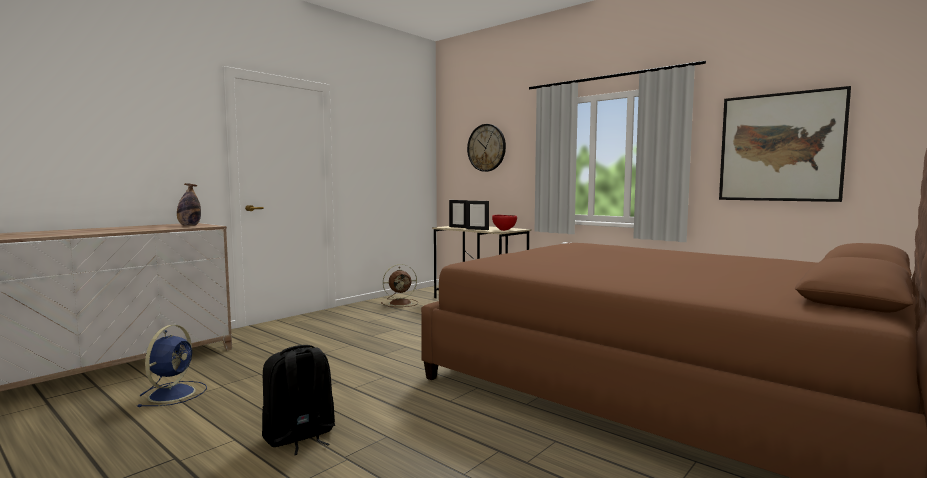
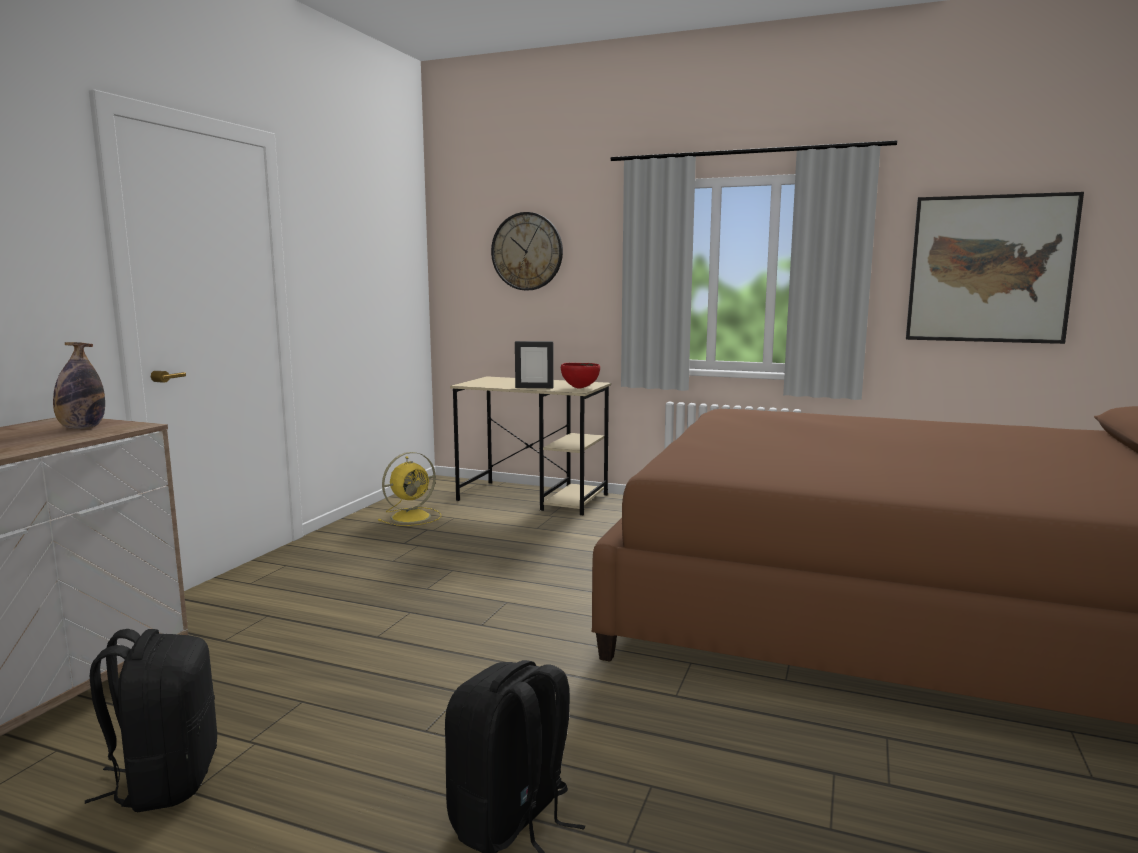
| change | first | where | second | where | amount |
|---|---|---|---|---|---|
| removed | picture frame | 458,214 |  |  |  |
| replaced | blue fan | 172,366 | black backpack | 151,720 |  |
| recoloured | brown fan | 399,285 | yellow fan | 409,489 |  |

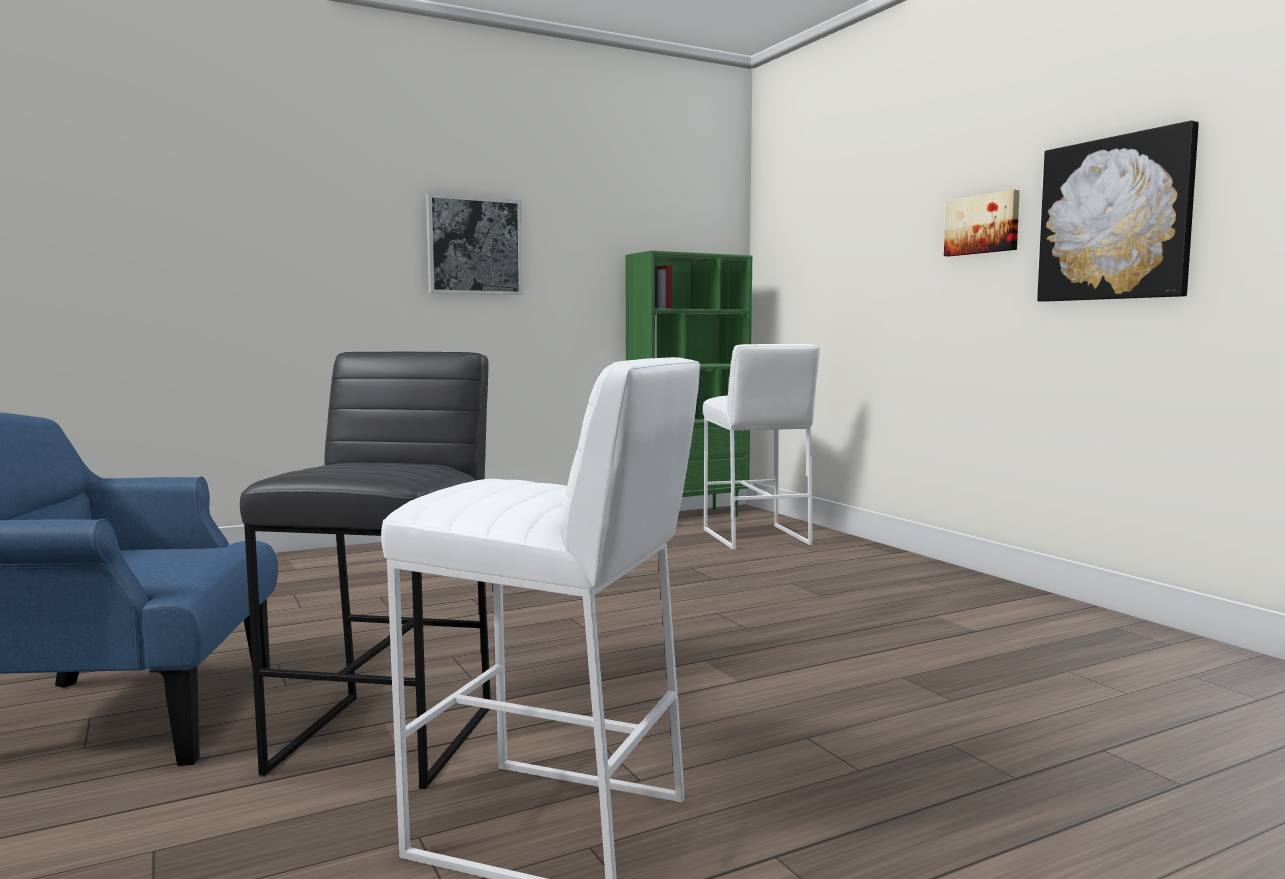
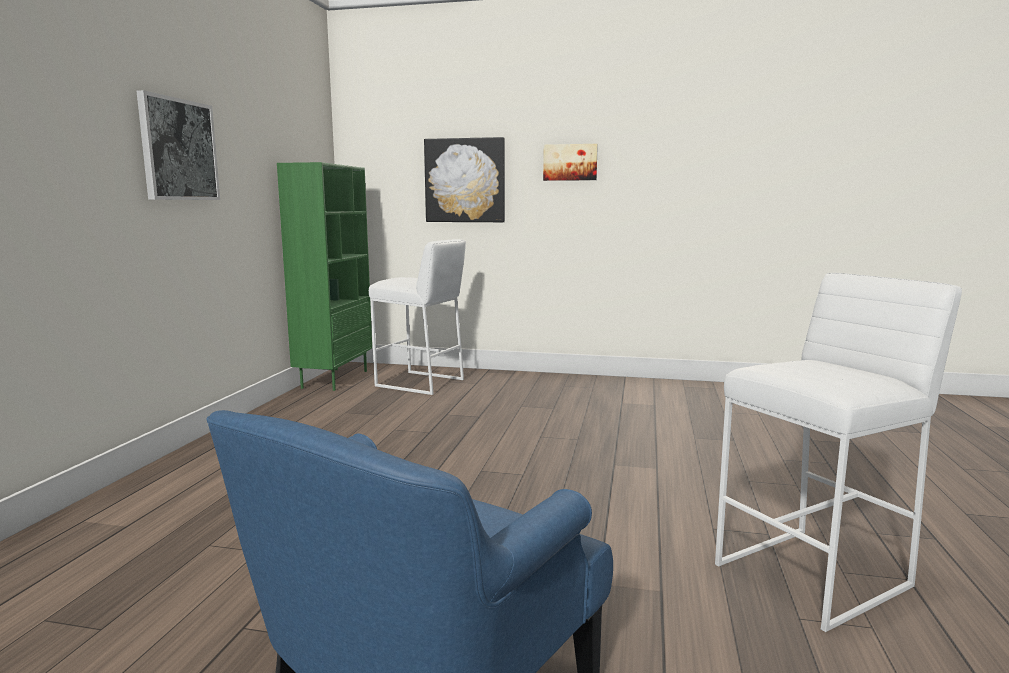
| change | first | where | second | where | amount |
|---|---|---|---|---|---|
| removed | grey stool | 365,570 |  |  |  |
| moved | picture | 1118,211 |  | 464,179 |  |

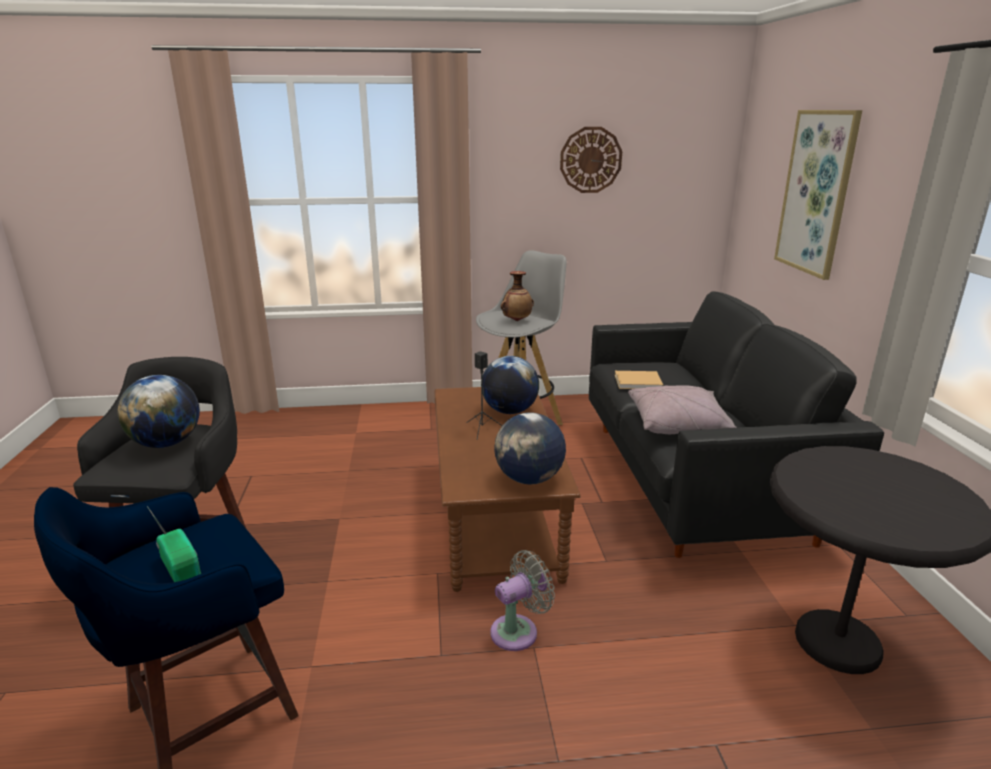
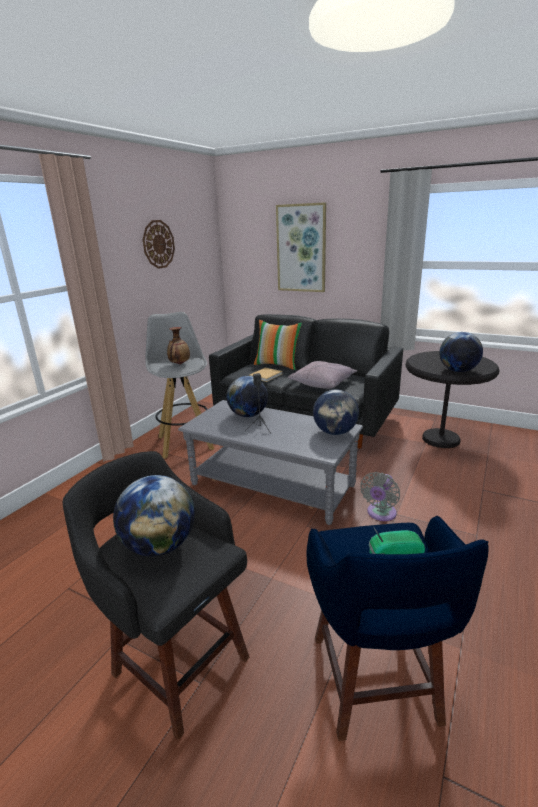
| change | first | where | second | where | amount |
|---|---|---|---|---|---|
| added |  |  | pillow | 278,345 |  |
| added |  |  | globe | 461,352 |  |
| recoloured | brown coffee table | 507,489 | grey coffee table | 270,462 |  |
| turned | grey fan | 522,600 |  | 380,496 | 150 degrees counterclockwise |

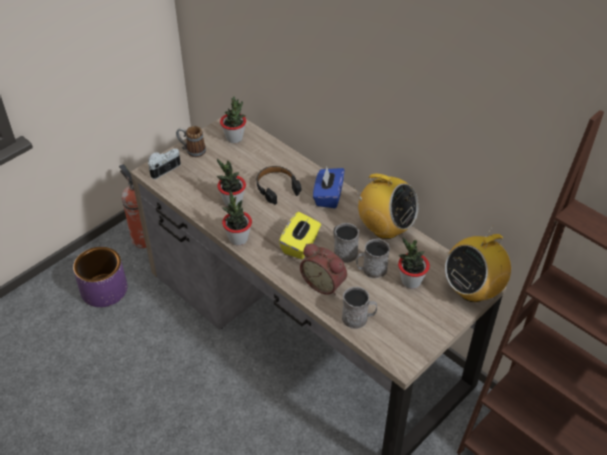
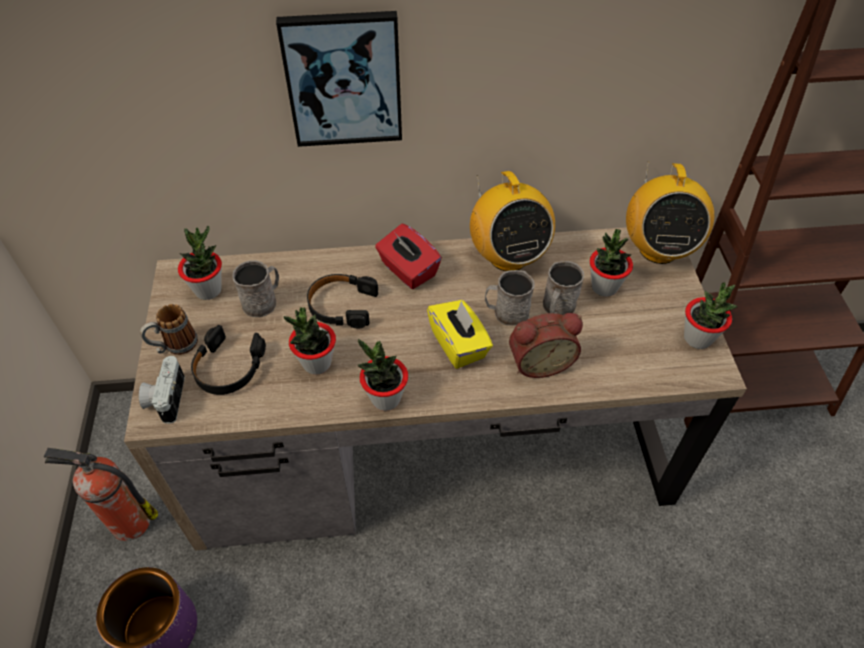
| change | first | where | second | where | amount |
|---|---|---|---|---|---|
| added |  |  | black headphones | 228,360 |  |
| added |  |  | picture | 339,79 |  |
| added |  |  | potted plant | 711,316 |  |
| moved | grey mug | 359,308 |  | 255,288 |  |
| recoloured | blue tissue box | 328,187 | red tissue box | 408,256 |  |
| turned | radio | 386,206 |  | 512,221 | 90 degrees clockwise |

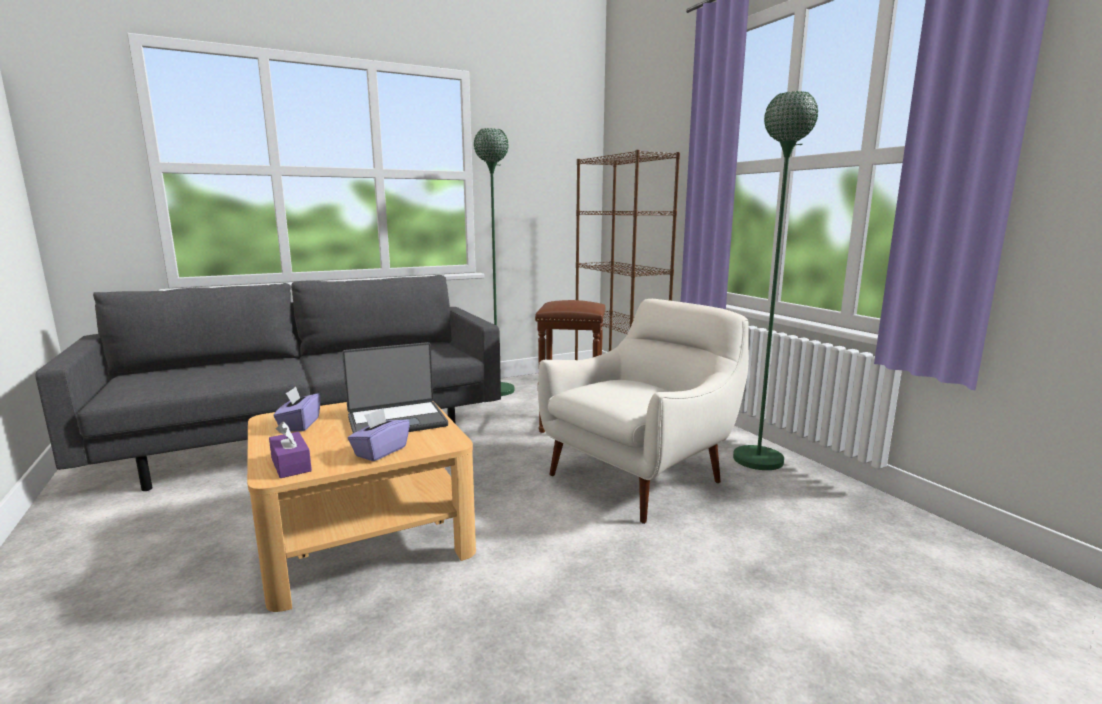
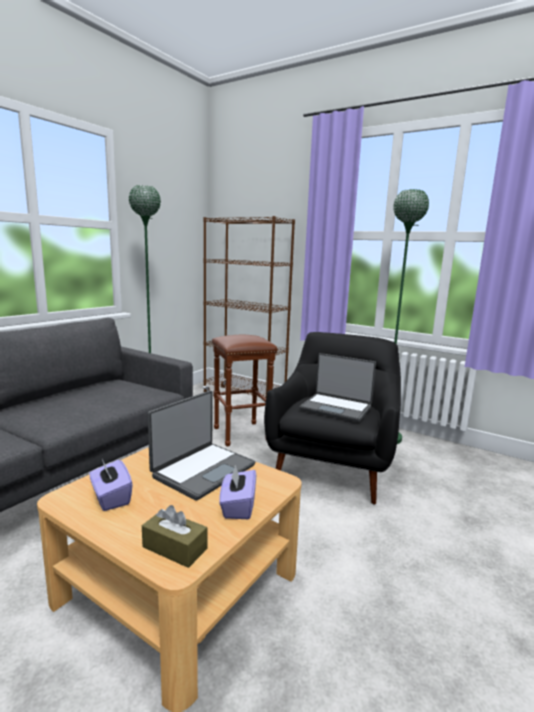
| change | first | where | second | where | amount |
|---|---|---|---|---|---|
| added |  |  | laptop | 338,387 |  |
| recoloured | purple tissue box | 290,450 | brown tissue box | 174,536 |  |
| recoloured | white armchair | 643,411 | black armchair | 332,418 |  |

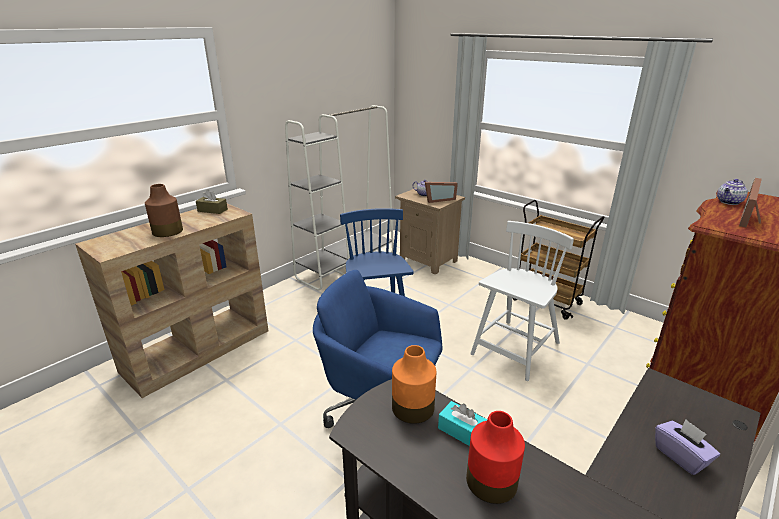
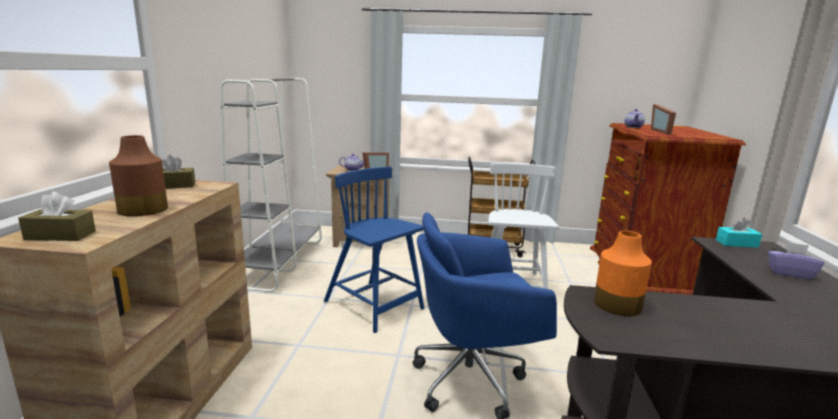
| change | first | where | second | where | amount |
|---|---|---|---|---|---|
| removed | red vase | 495,457 |  |  |  |
| added |  |  | brown tissue box | 57,216 |  |
| moved | turquoise tissue box | 462,423 |  | 739,233 |  |

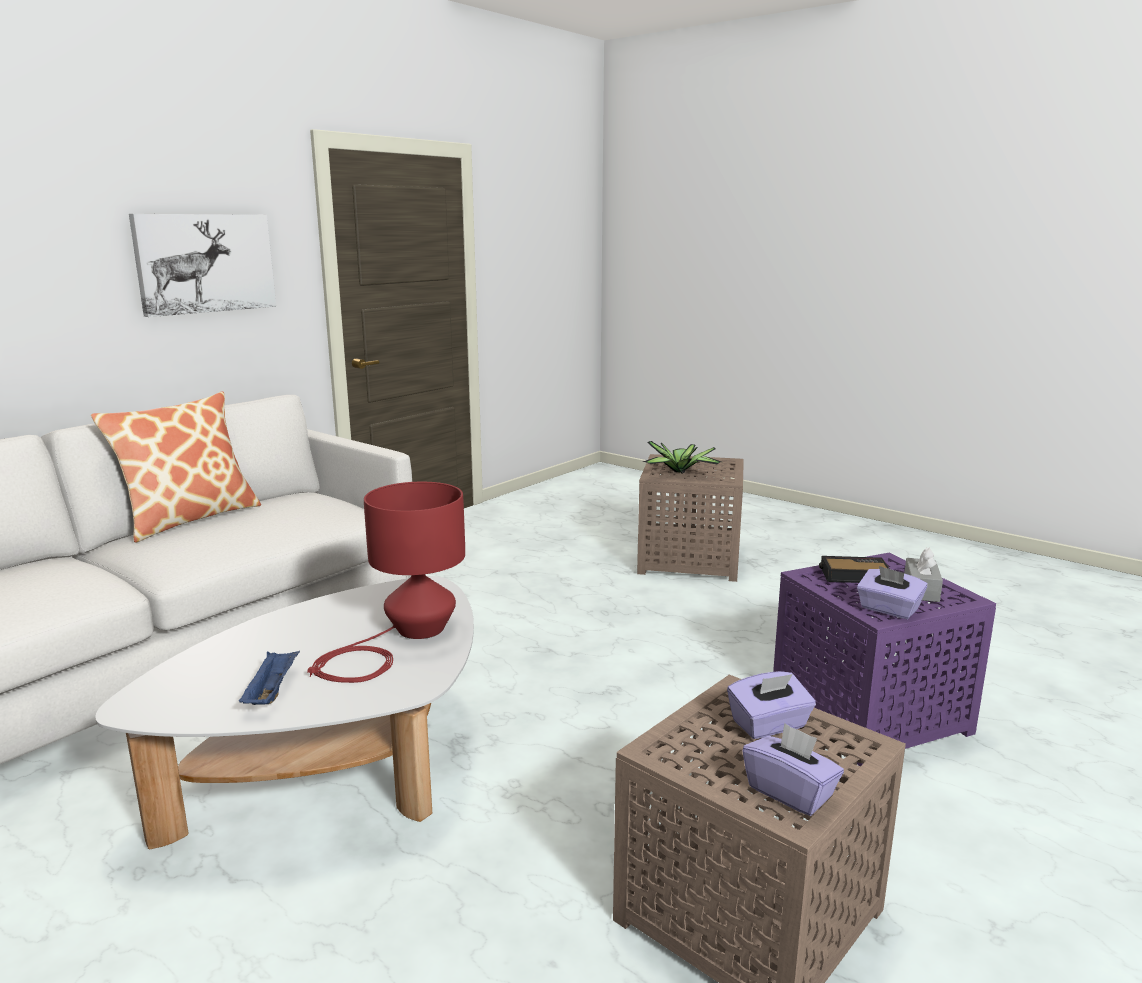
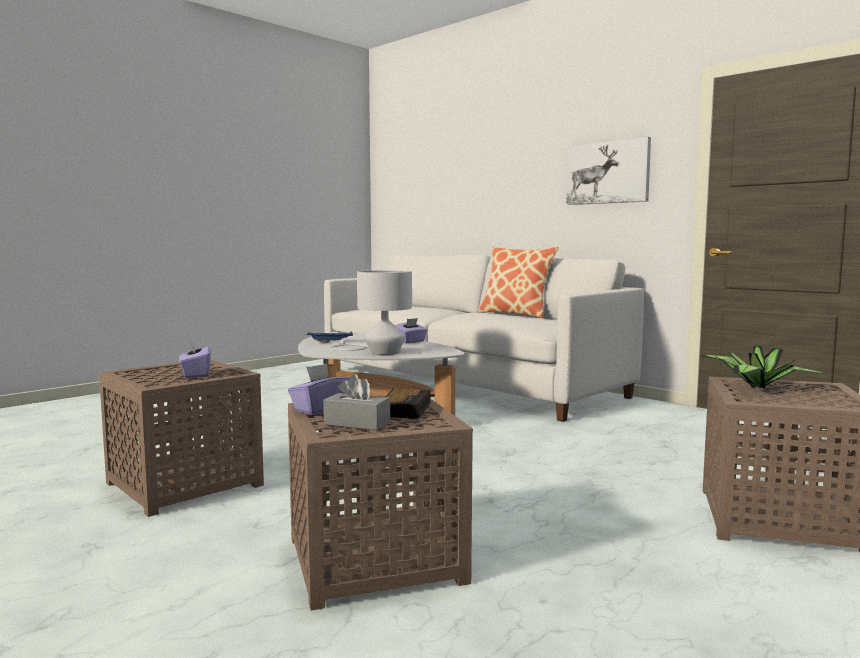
| change | first | where | second | where | amount |
|---|---|---|---|---|---|
| moved | purple tissue box | 793,769 |  | 411,330 |  |
| recoloured | red table lamp | 386,582 | grey table lamp | 371,312 |  |
| recoloured | purple side table | 884,659 | brown side table | 380,503 |  |

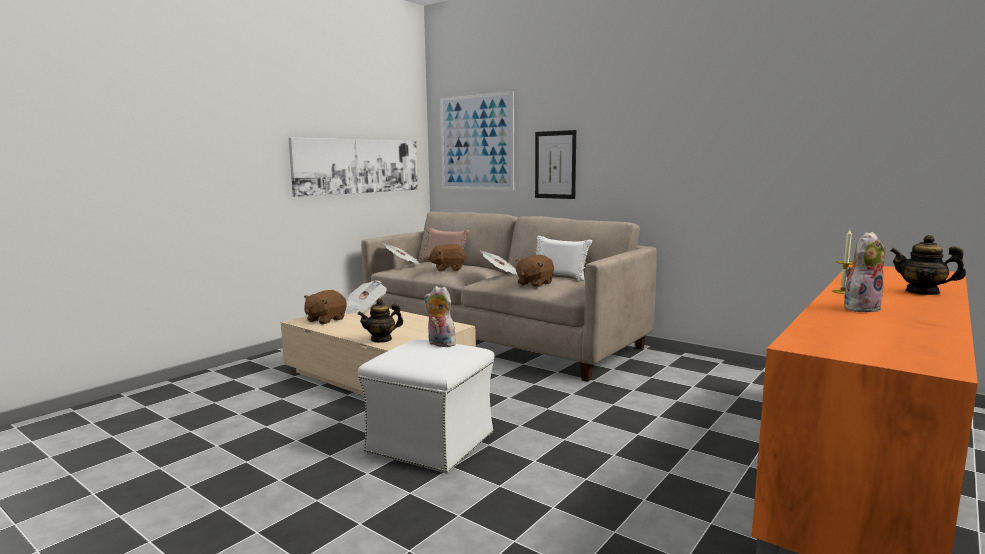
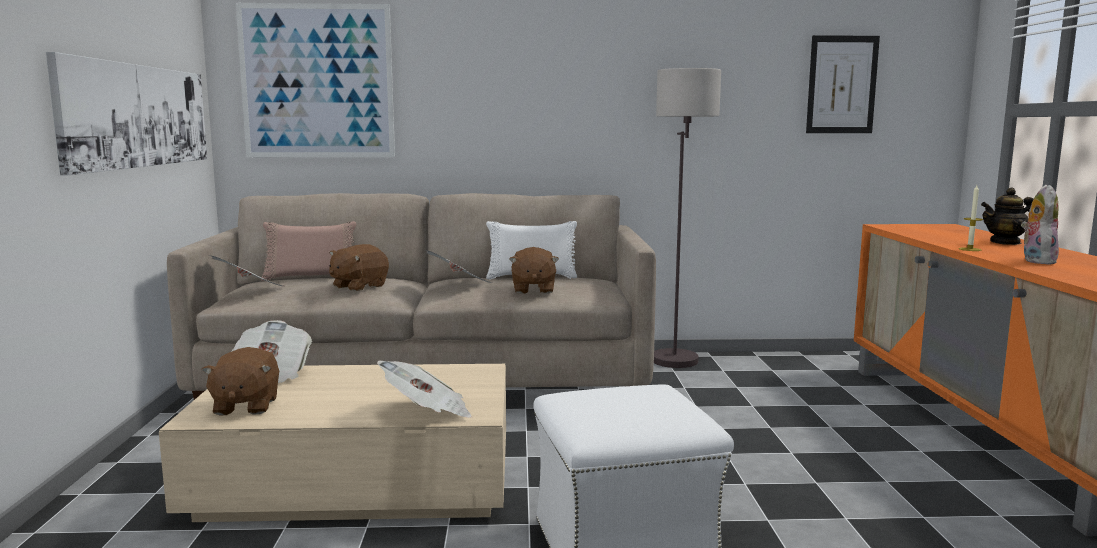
| change | first | where | second | where | amount |
|---|---|---|---|---|---|
| removed | plush toy | 440,316 |  |  |  |
| added |  |  | grey floor lamp | 687,218 |  |
| moved | picture | 555,164 |  | 843,84 |  |
| replaced | teapot | 380,320 | newspaper | 424,389 |  |

